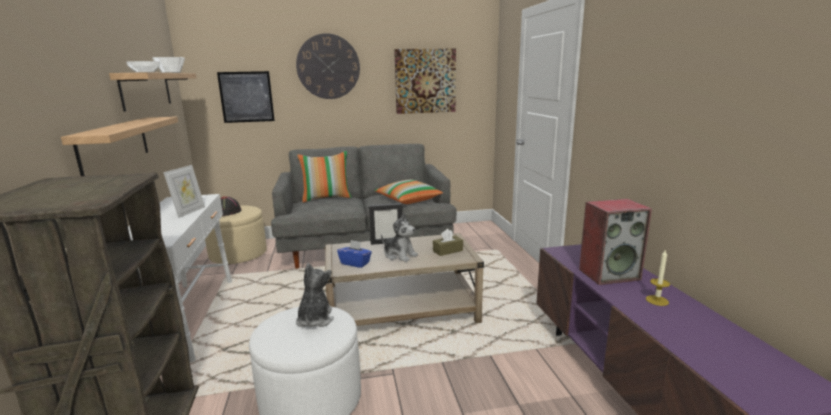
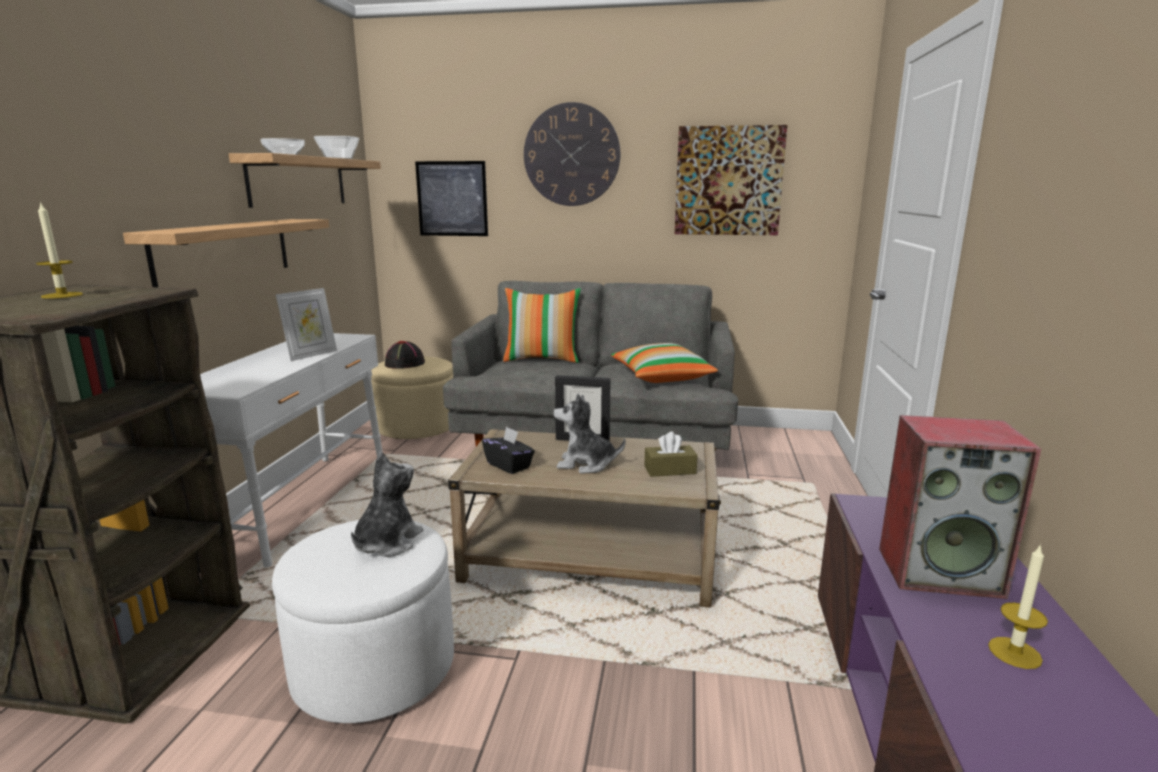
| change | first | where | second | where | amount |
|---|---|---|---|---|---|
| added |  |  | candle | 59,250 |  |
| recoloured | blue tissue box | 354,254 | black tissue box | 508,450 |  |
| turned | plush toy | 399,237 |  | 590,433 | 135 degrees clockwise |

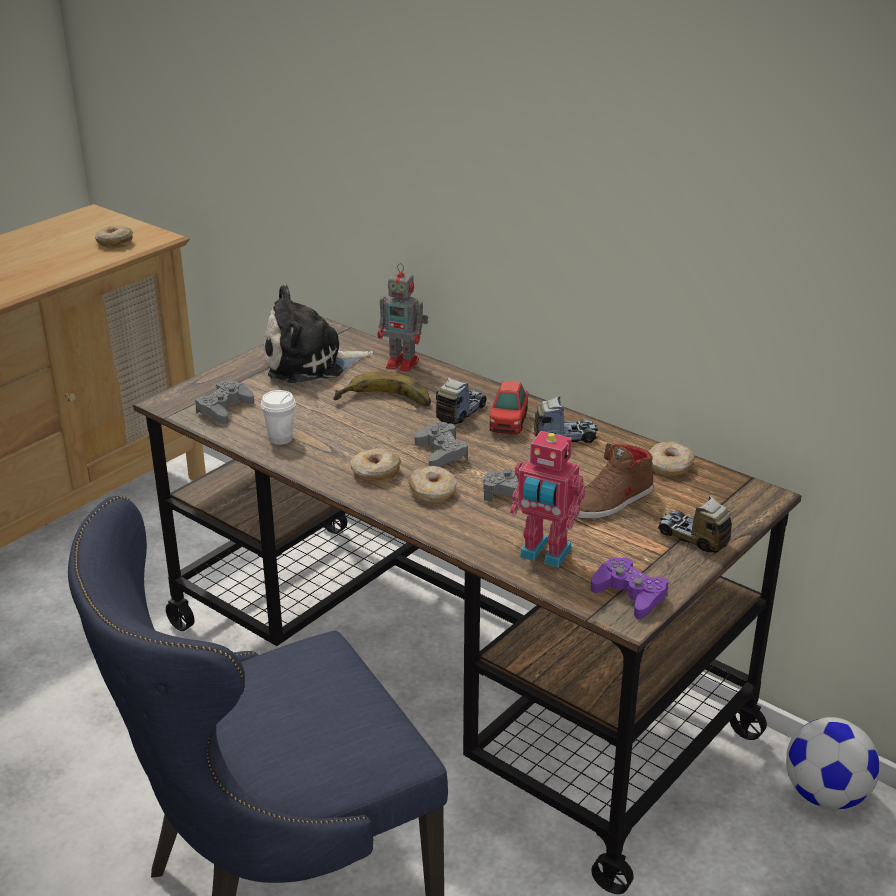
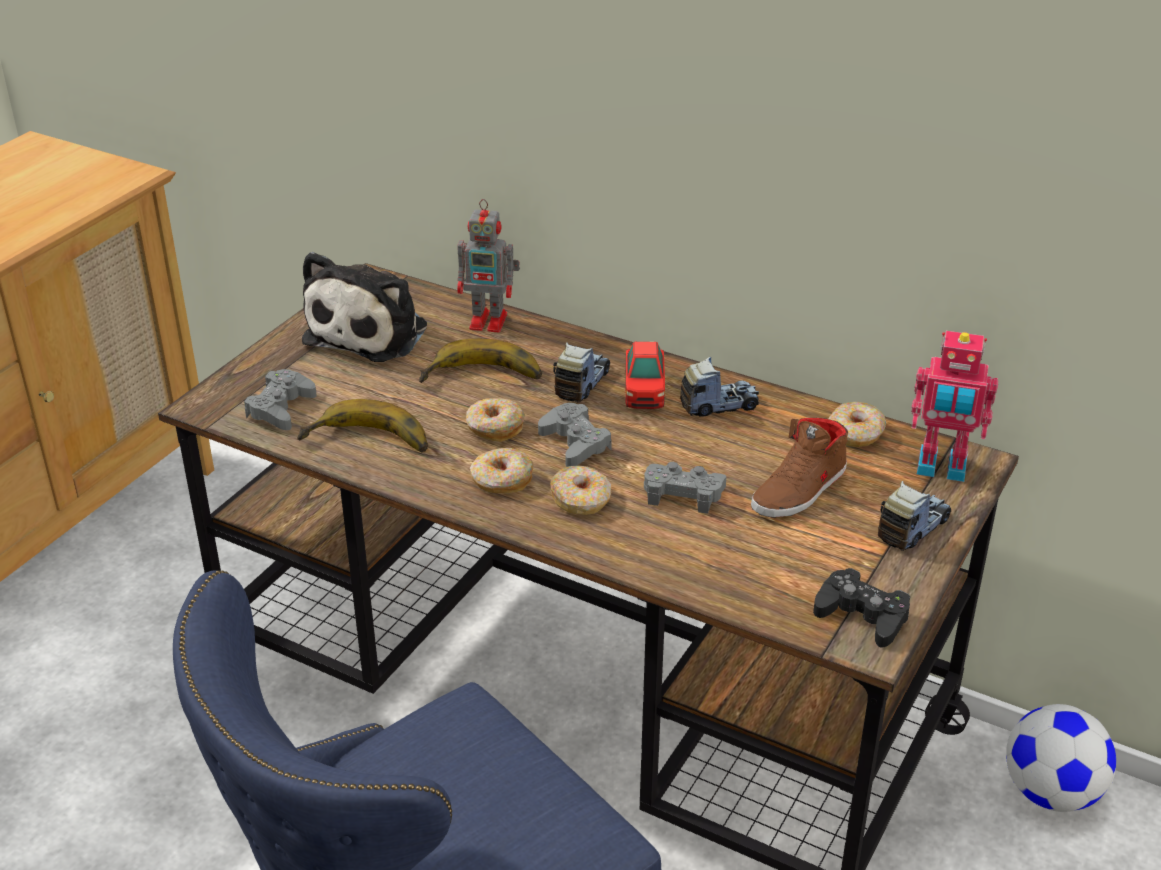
| change | first | where | second | where | amount |
|---|---|---|---|---|---|
| moved | donut | 114,237 |  | 495,420 |  |
| moved | toy robot | 547,499 |  | 954,406 |  |
| replaced | white cup | 278,417 | banana | 362,426 |  |
| recoloured | purple game controller | 630,588 | black game controller | 861,608 |  |
| turned | plush toy | 318,334 |  | 364,307 | 45 degrees counterclockwise |
| turned | toy truck | 695,524 |  | 914,516 | 105 degrees clockwise |

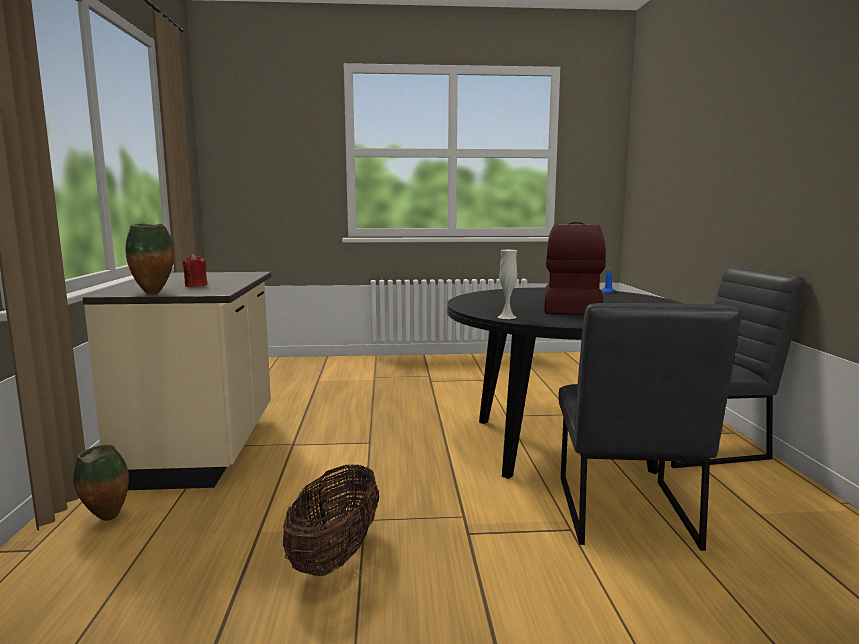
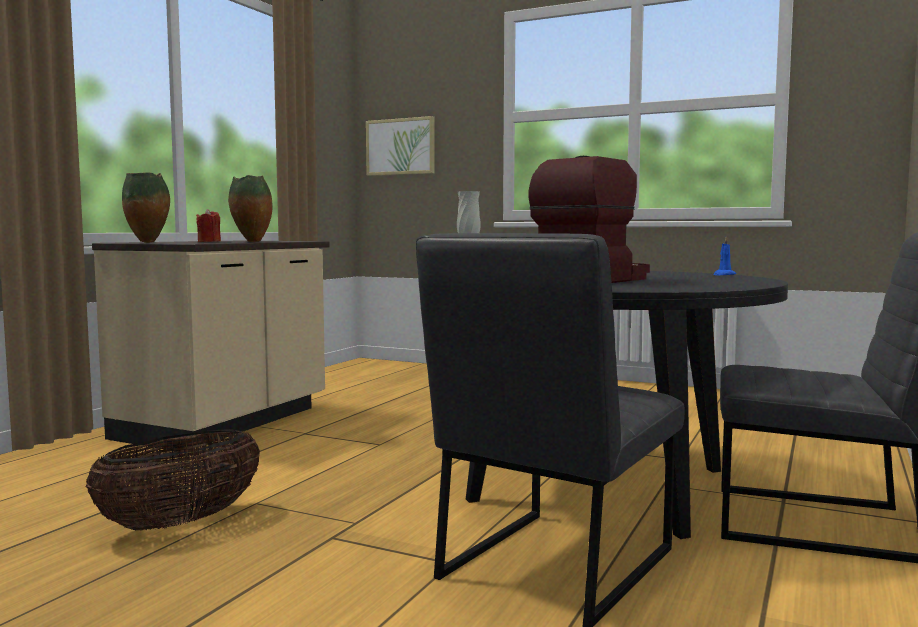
| change | first | where | second | where | amount |
|---|---|---|---|---|---|
| added |  |  | picture | 400,146 |  |
| moved | vase | 101,483 |  | 250,208 |  |

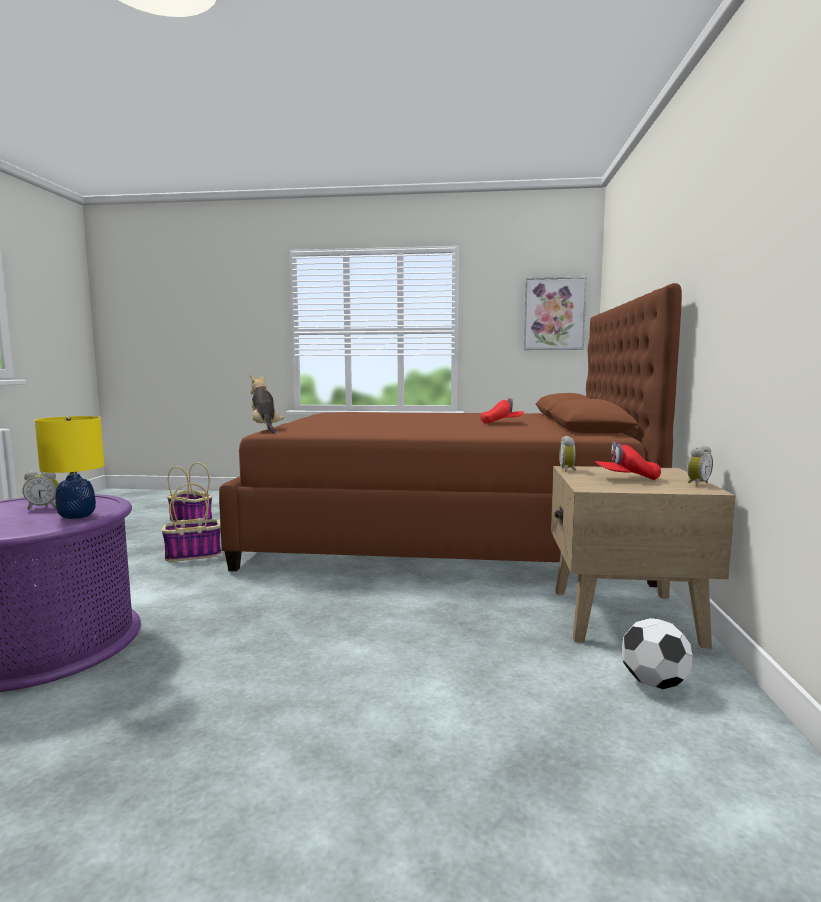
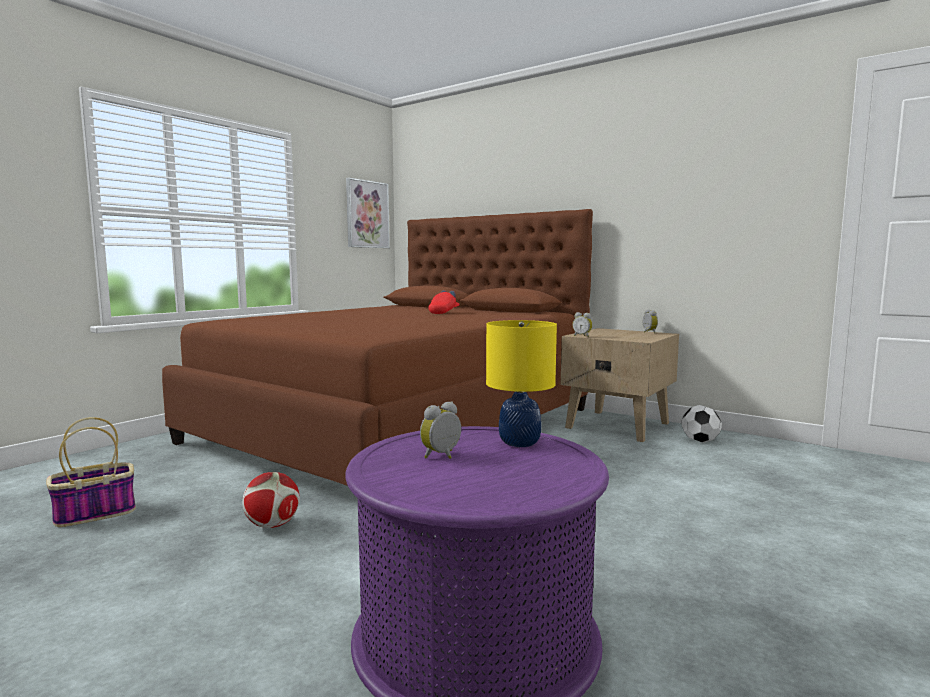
| change | first | where | second | where | amount |
|---|---|---|---|---|---|
| removed | plush toy | 267,404 |  |  |  |
| removed | red cap | 628,461 |  |  |  |
| replaced | basket | 191,522 | football | 271,500 |  |
| turned | alarm clock | 41,489 |  | 440,430 | 150 degrees counterclockwise |

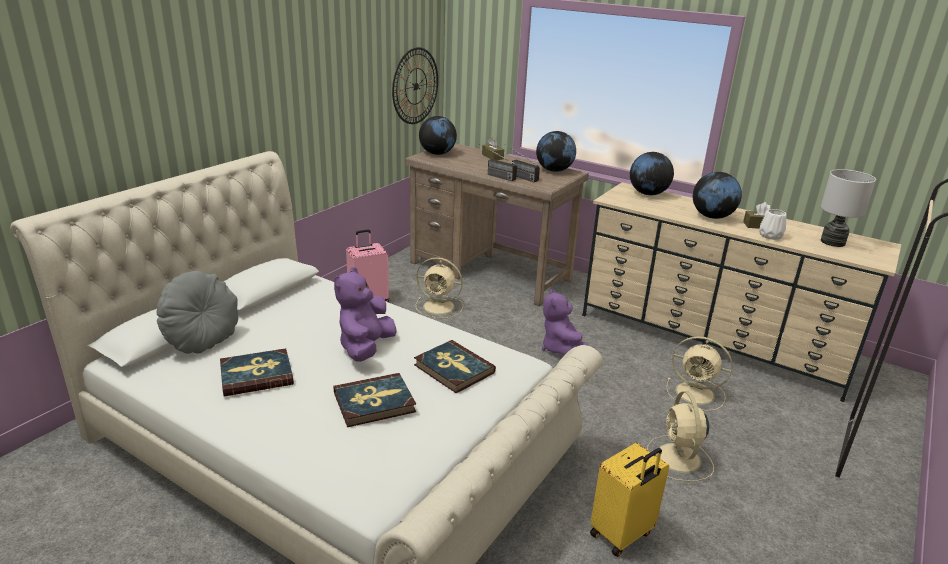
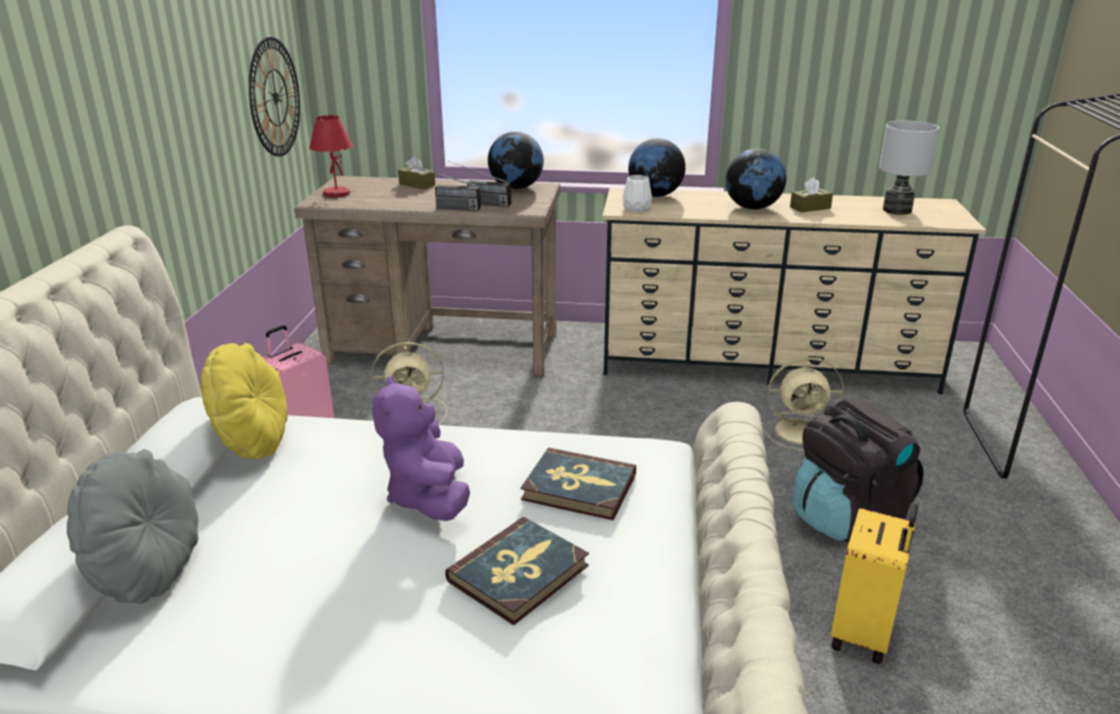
| change | first | where | second | where | amount |
|---|---|---|---|---|---|
| removed | book | 257,372 |  |  |  |
| removed | purple plush toy | 565,322 |  |  |  |
| added |  |  | yellow pillow | 244,401 |  |
| moved | white vase | 773,224 |  | 637,193 |  |
| replaced | globe | 438,135 | red table lamp | 331,156 |  |
| replaced | beige fan | 680,436 | black backpack | 858,469 |  |

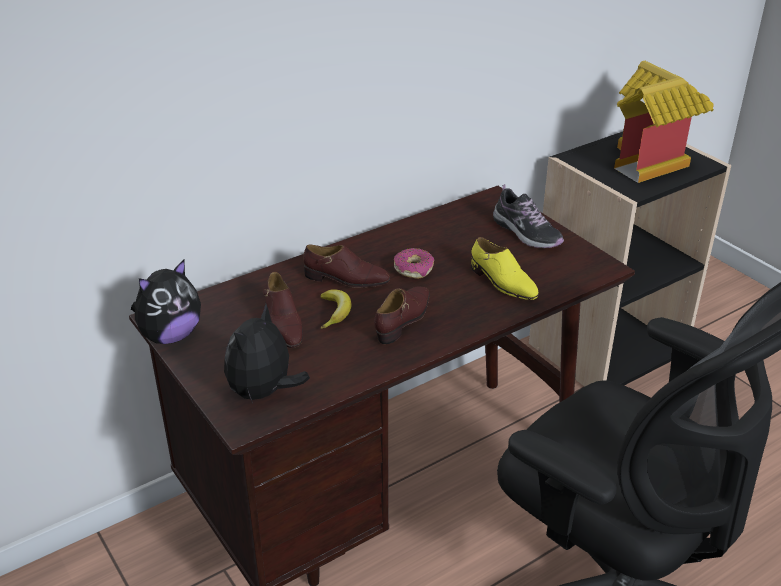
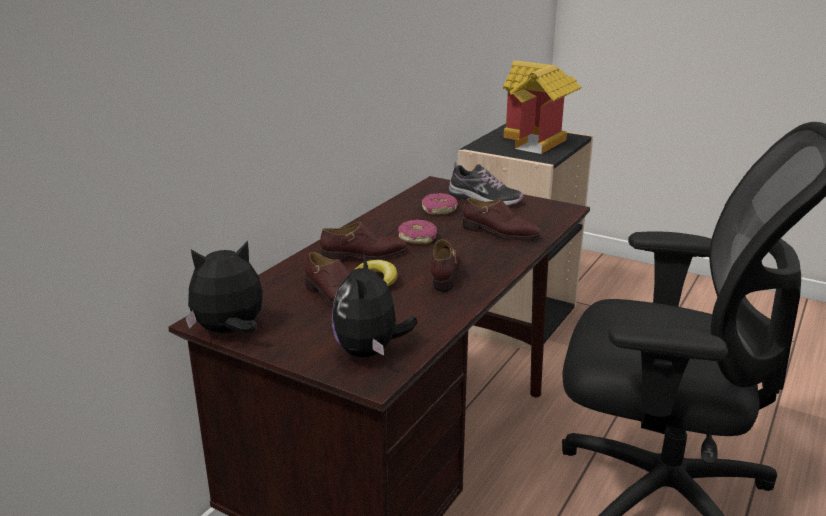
| change | first | where | second | where | amount |
|---|---|---|---|---|---|
| added |  |  | donut | 439,204 |  |
| recoloured | yellow shoe | 505,268 | brown shoe | 501,218 |  |
| turned | plush toy | 166,302 |  | 224,287 | 135 degrees counterclockwise |

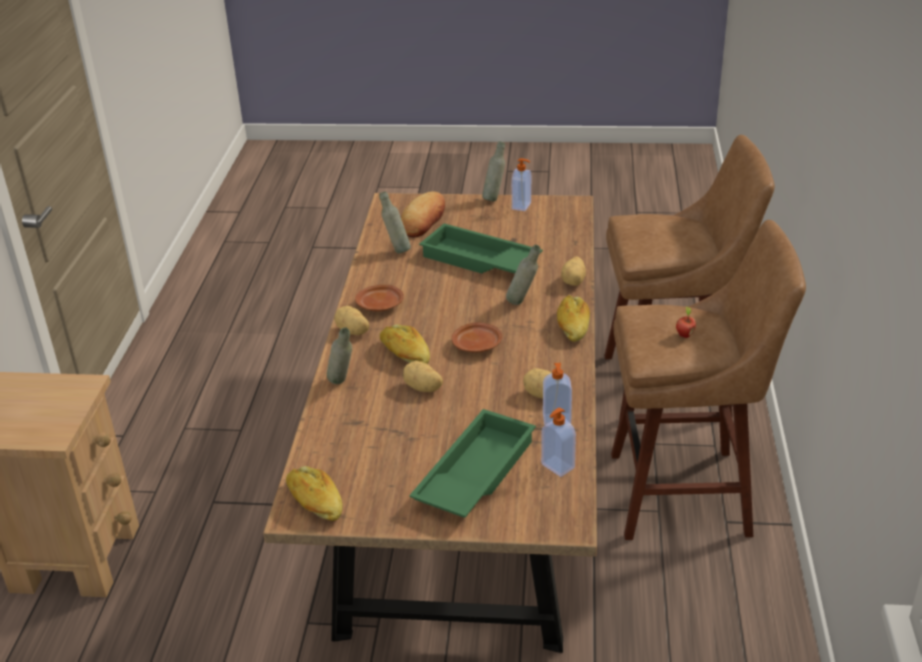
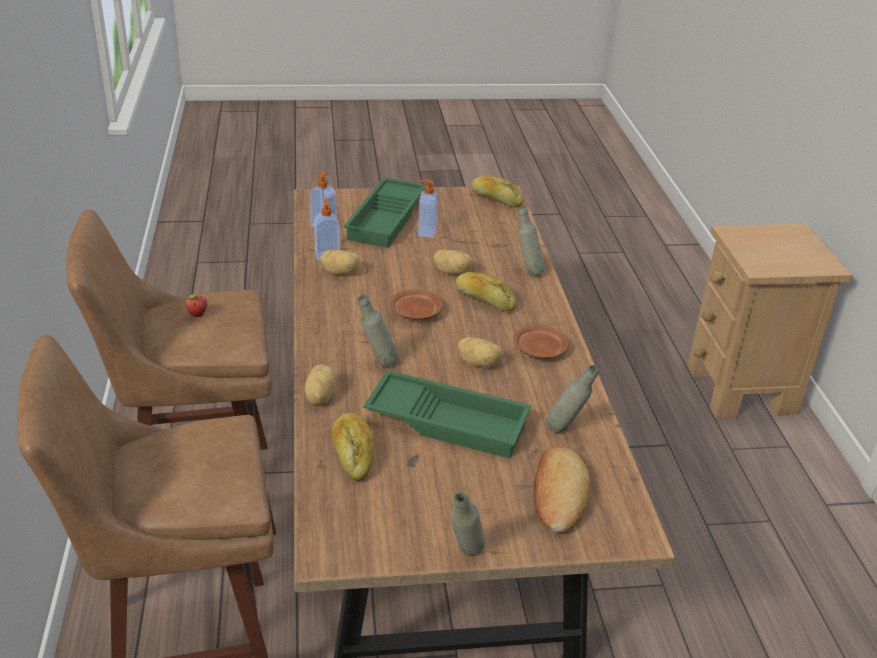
| change | first | where | second | where | amount |
|---|---|---|---|---|---|
| moved | potato | 351,320 |  | 480,352 |  |
| moved | soap dispenser | 521,184 |  | 428,209 |  |
| moved | bread | 573,318 |  | 353,447 |  |

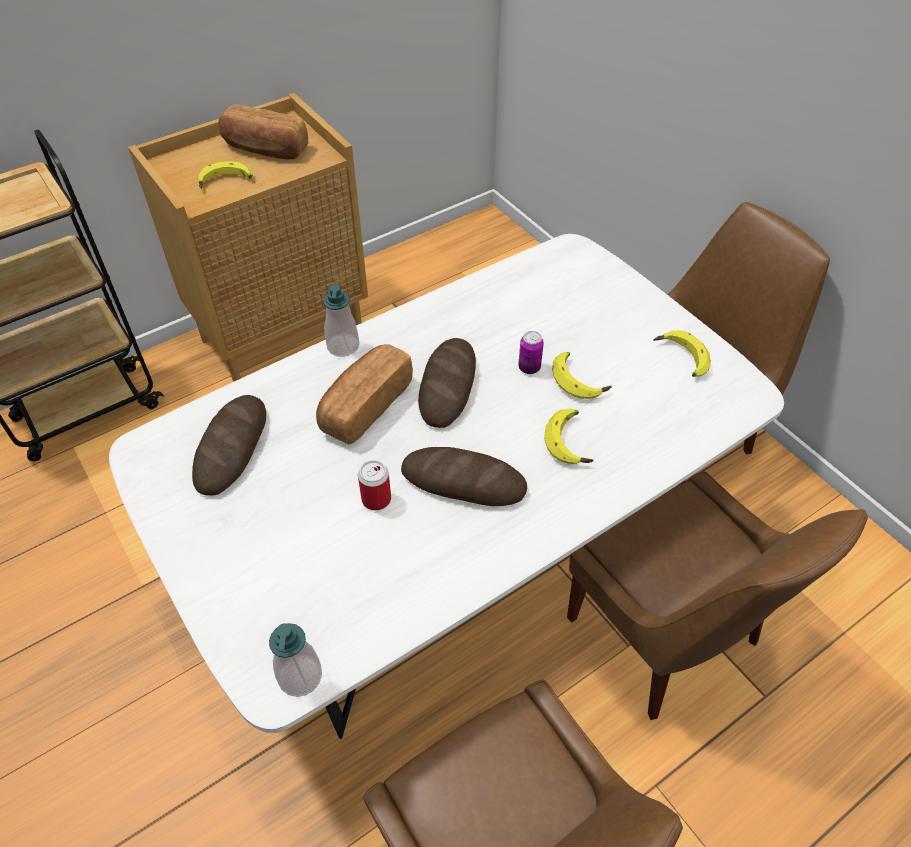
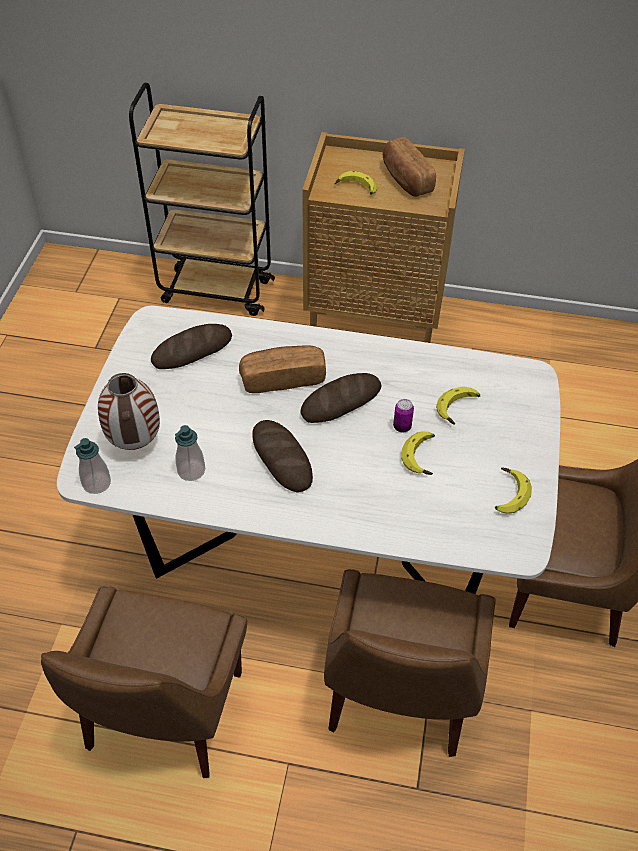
| change | first | where | second | where | amount |
|---|---|---|---|---|---|
| removed | can | 374,485 |  |  |  |
| added |  |  | vase | 129,411 |  |
| moved | soap dispenser | 341,321 |  | 190,453 |  |
| moved | banana | 569,436 |  | 458,406 |  |

